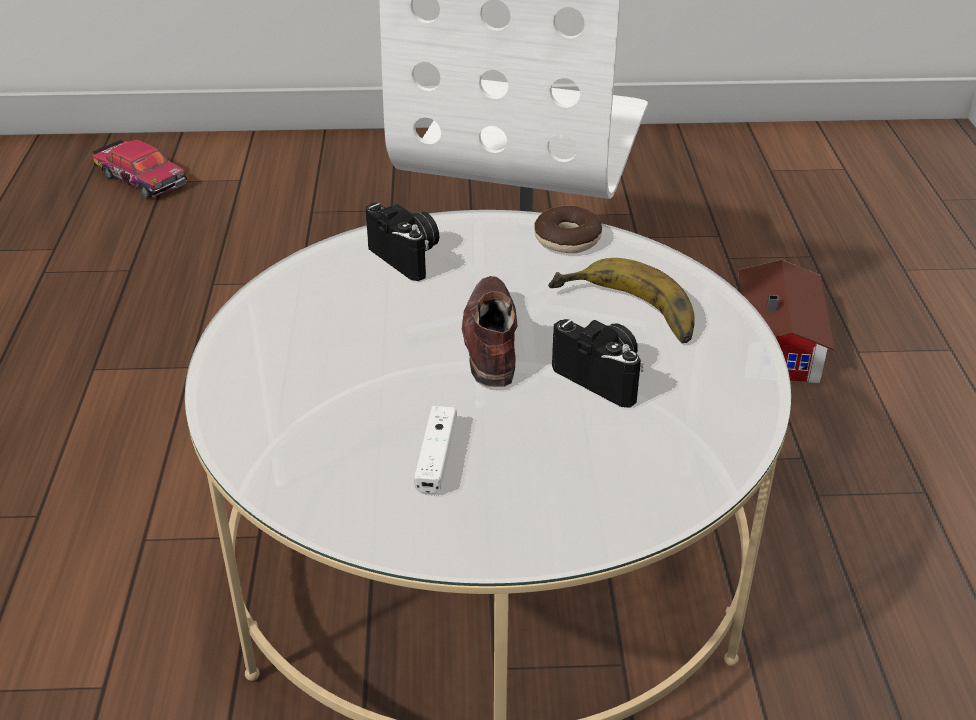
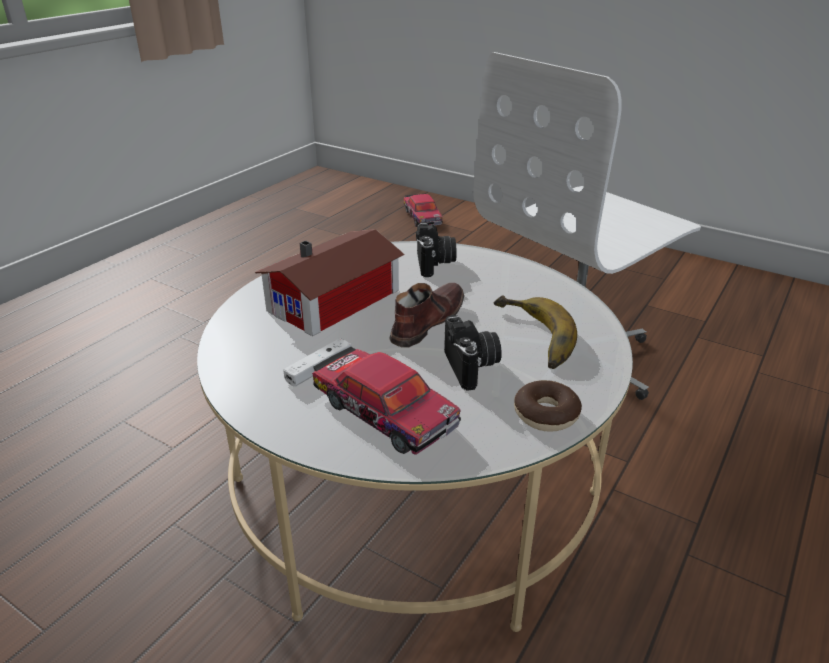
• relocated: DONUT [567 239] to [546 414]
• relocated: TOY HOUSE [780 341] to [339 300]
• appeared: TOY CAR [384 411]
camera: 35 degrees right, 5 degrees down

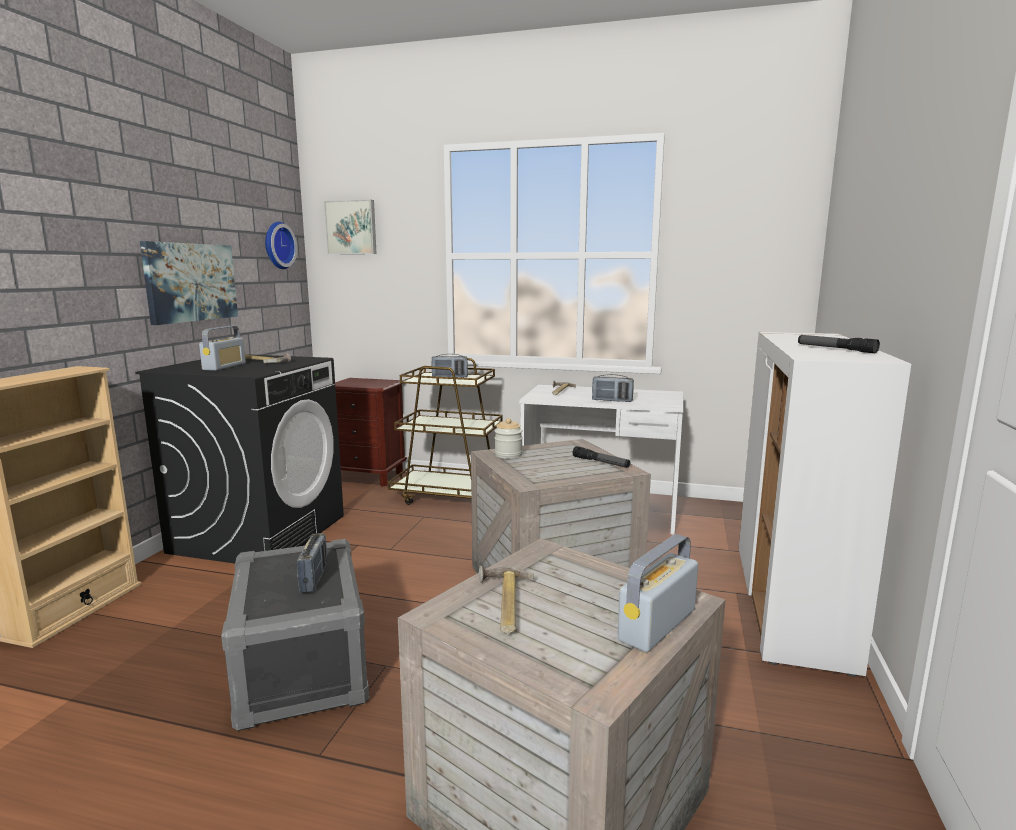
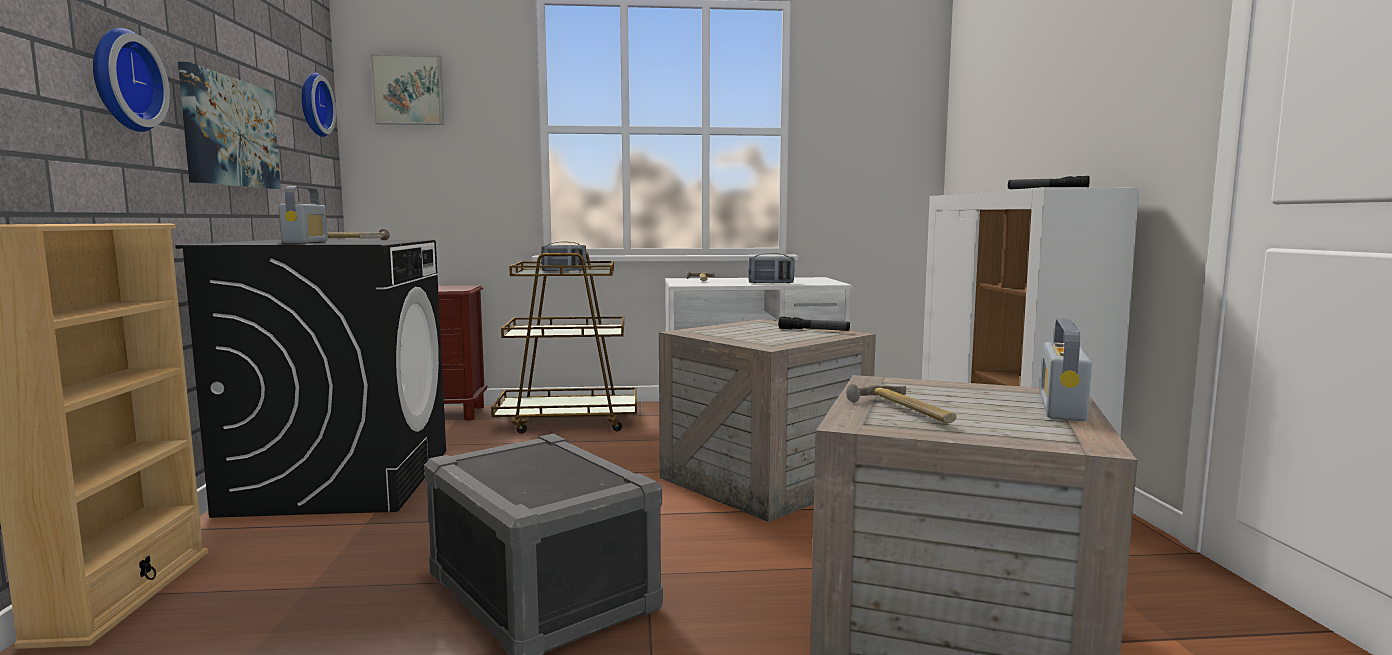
• missing: RADIO [314 578]
• missing: JAR [508 455]
• appeared: WALL CLOCK [122 80]
camera: 20 degrees left, 5 degrees down

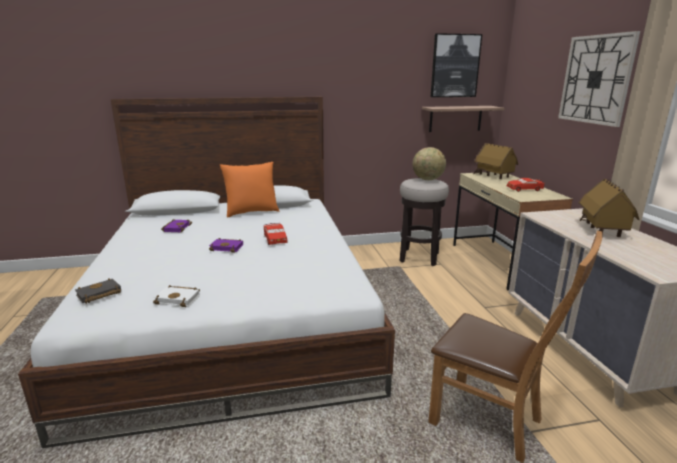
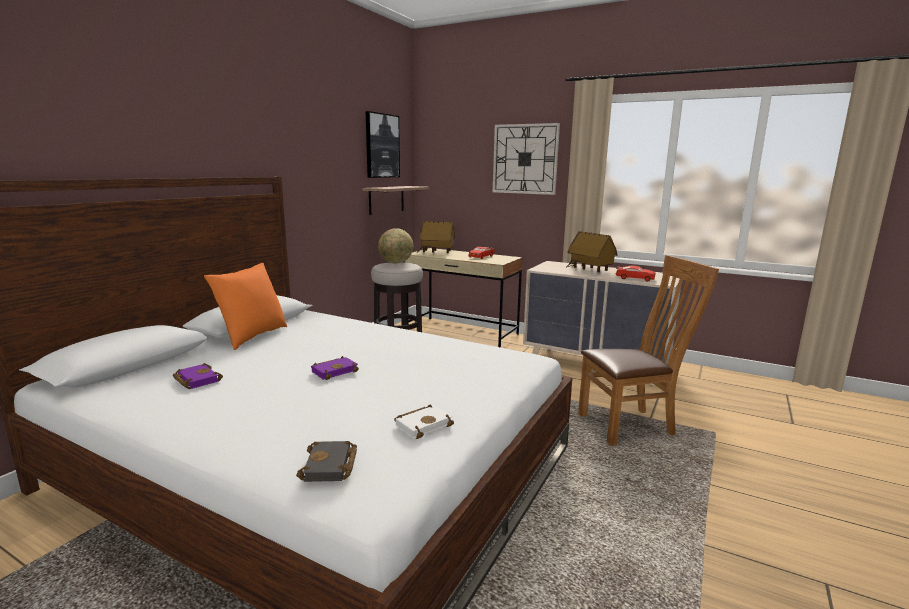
• relocated: RED TOY CAR [275 239] to [634 278]
camera: 50 degrees left, 5 degrees down

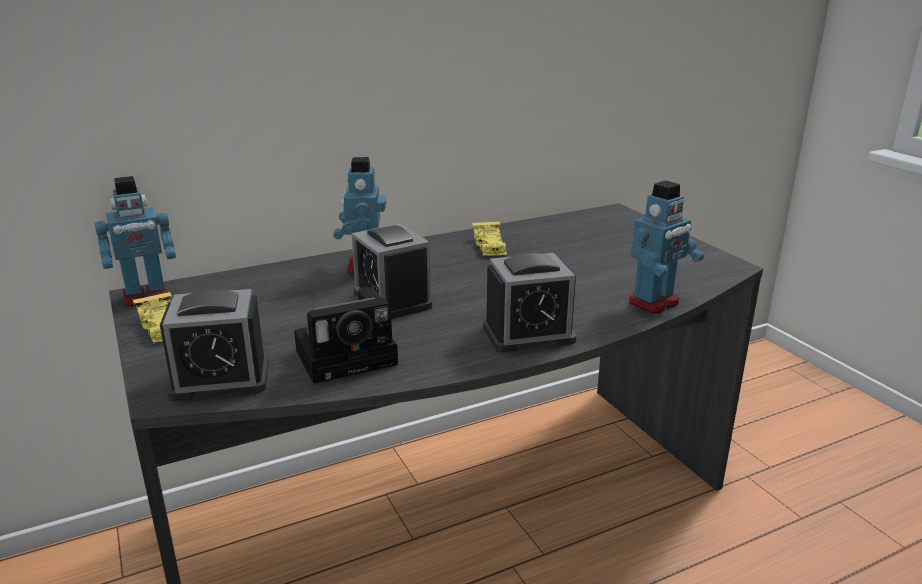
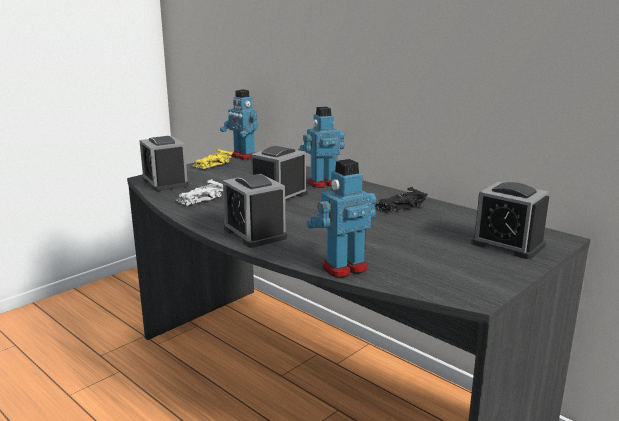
• exchanged: PHOTO CAMERA [350 356] to WHITE TOY CAR [200 199]
• colour: YELLOW TOY CAR [490 246] to BLACK TOY CAR [399 207]
• spun: TOY ROBOT [655 303] = [343 268] 120 degrees clockwise
• appeared: ALARM CLOCK [507 244]
camera: 70 degrees right, 5 degrees down

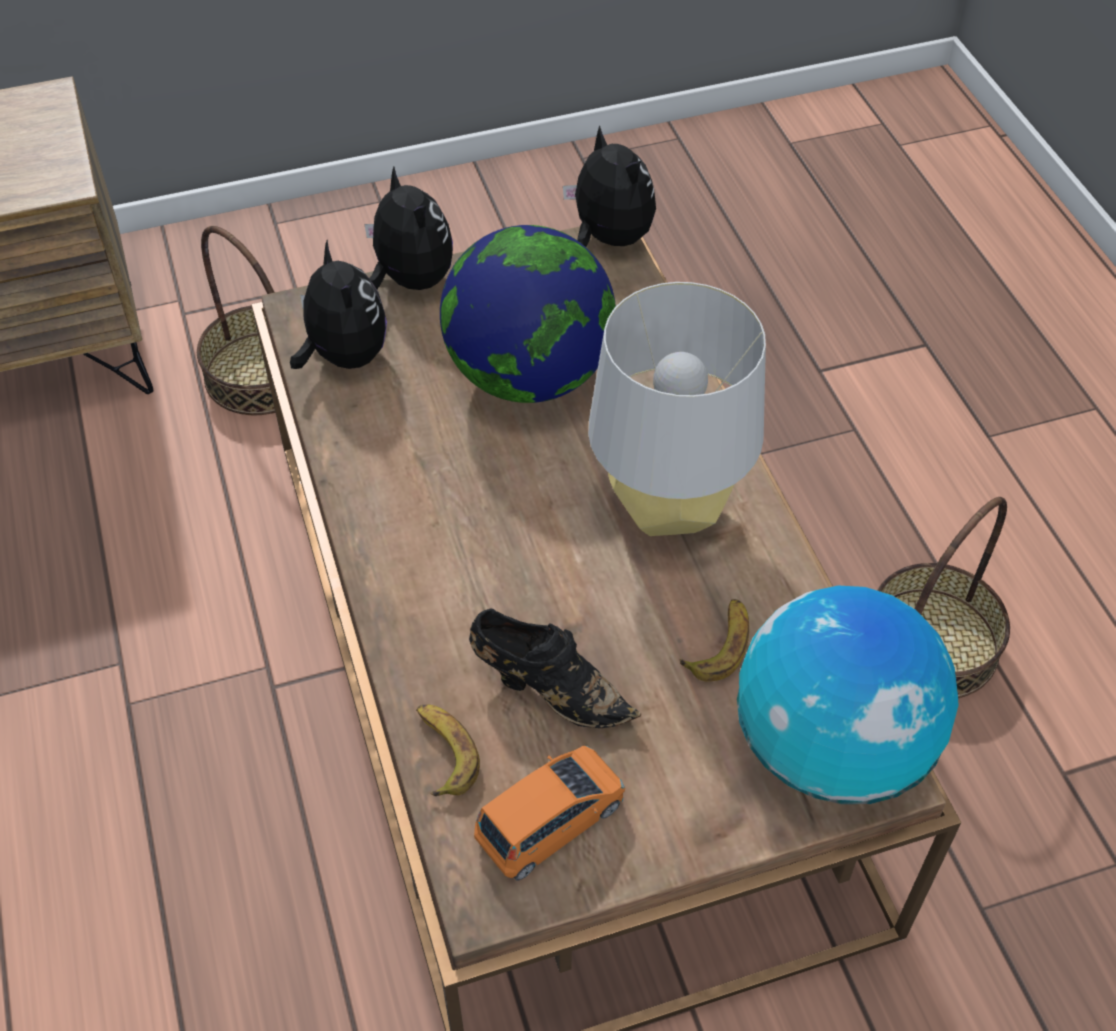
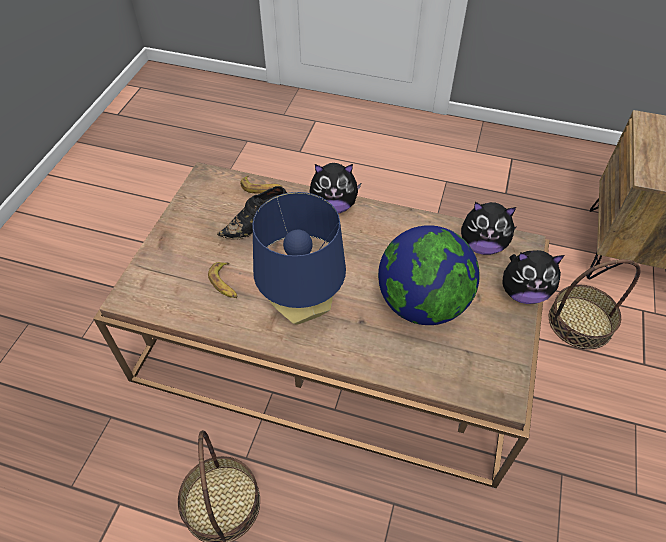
• missing: ORANGE TOY CAR [550 821]
• relocated: PLUSH TOY [608 238] to [333 206]
• colour: GREY TABLE LAMP [668 509] to BLUE TABLE LAMP [302 308]
• missing: GLOBE [831 747]
camera: 125 degrees right, 0 degrees up

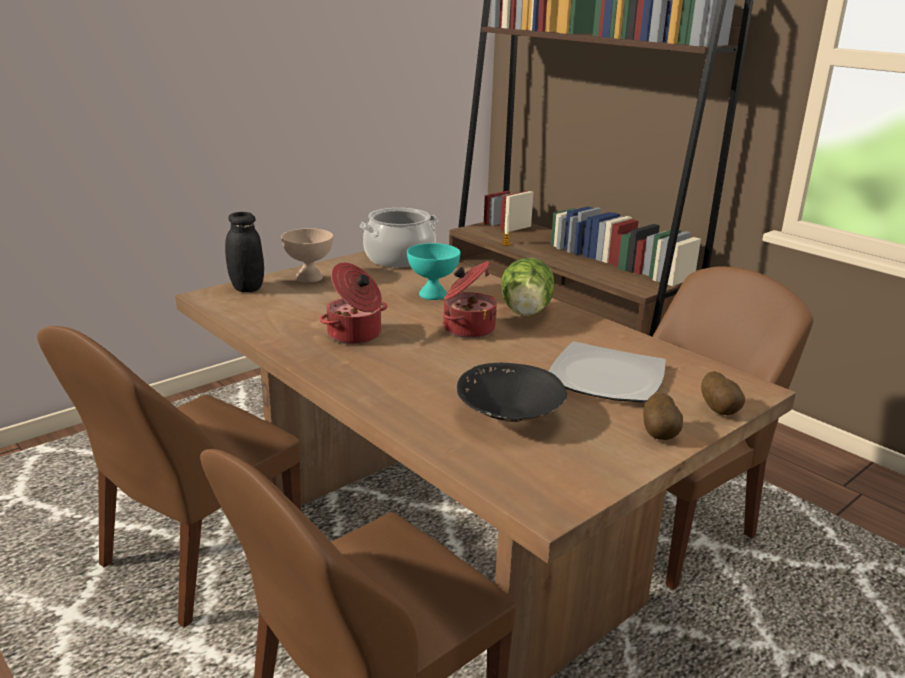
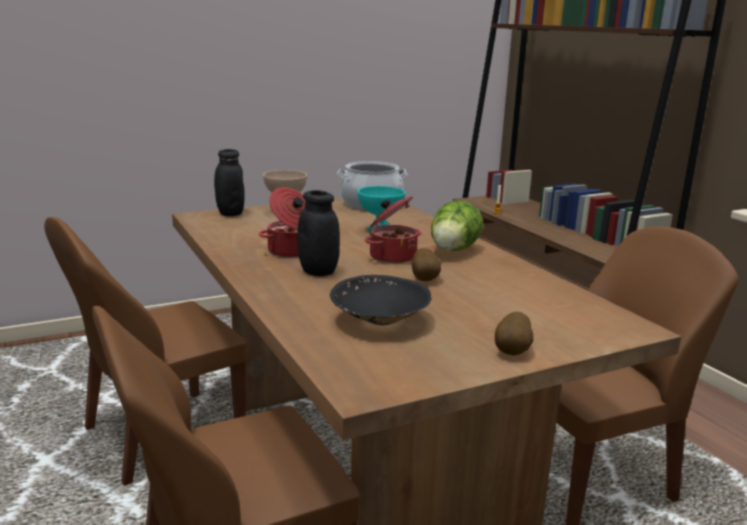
• missing: PLATE [605 378]
• relocated: POTATO [720 410] to [425 279]
• appeared: BLACK JAR [318 272]
camera: 15 degrees right, 5 degrees down

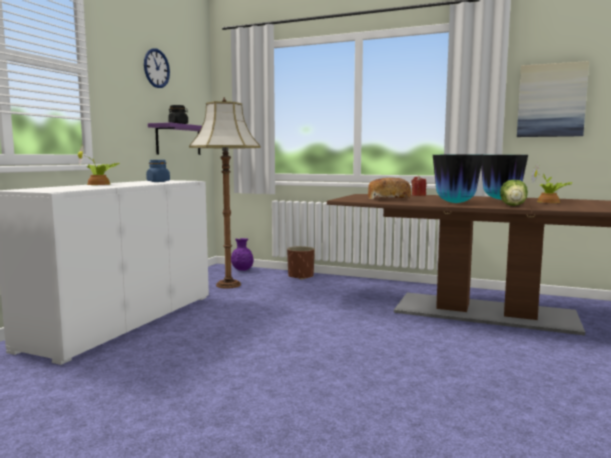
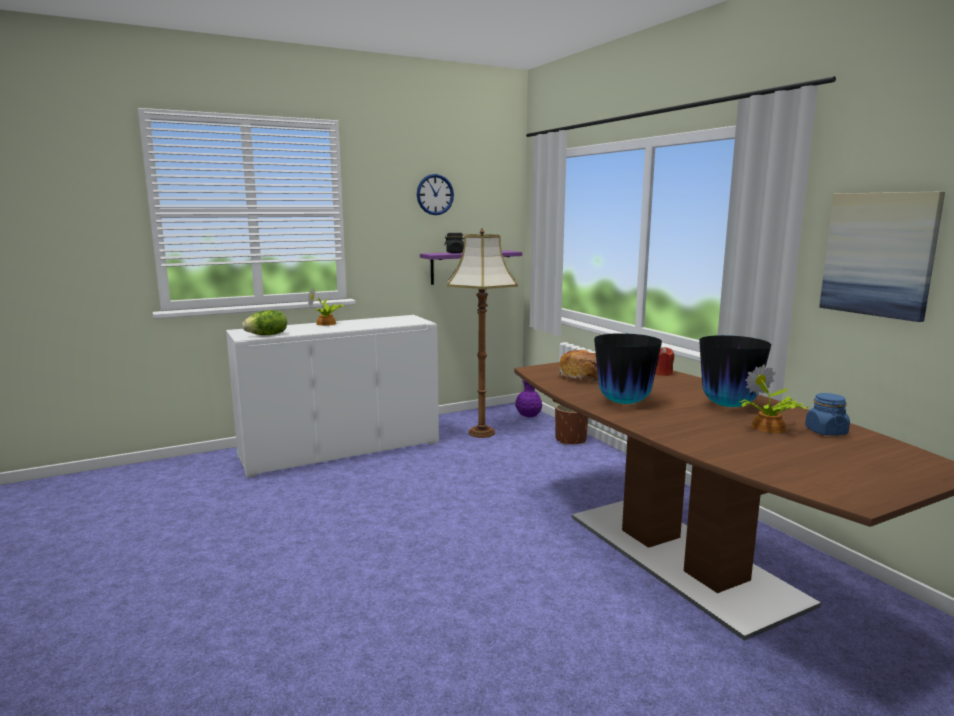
• relocated: BLUE JAR [158 181] to [825 431]
• relocated: LETTUCE [513 206] to [267 335]
camera: 40 degrees right, 5 degrees up

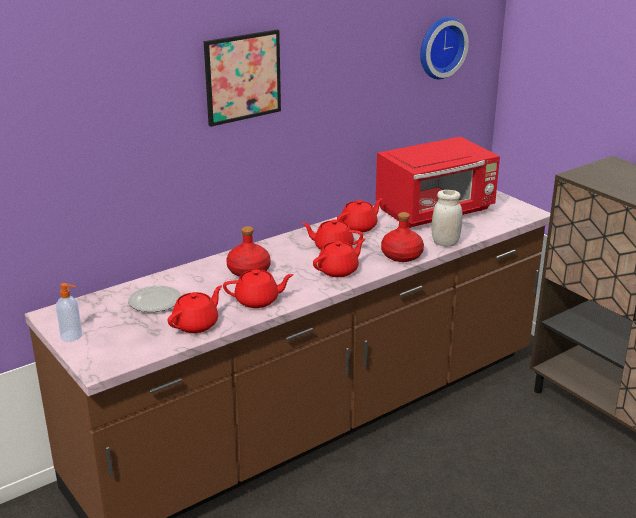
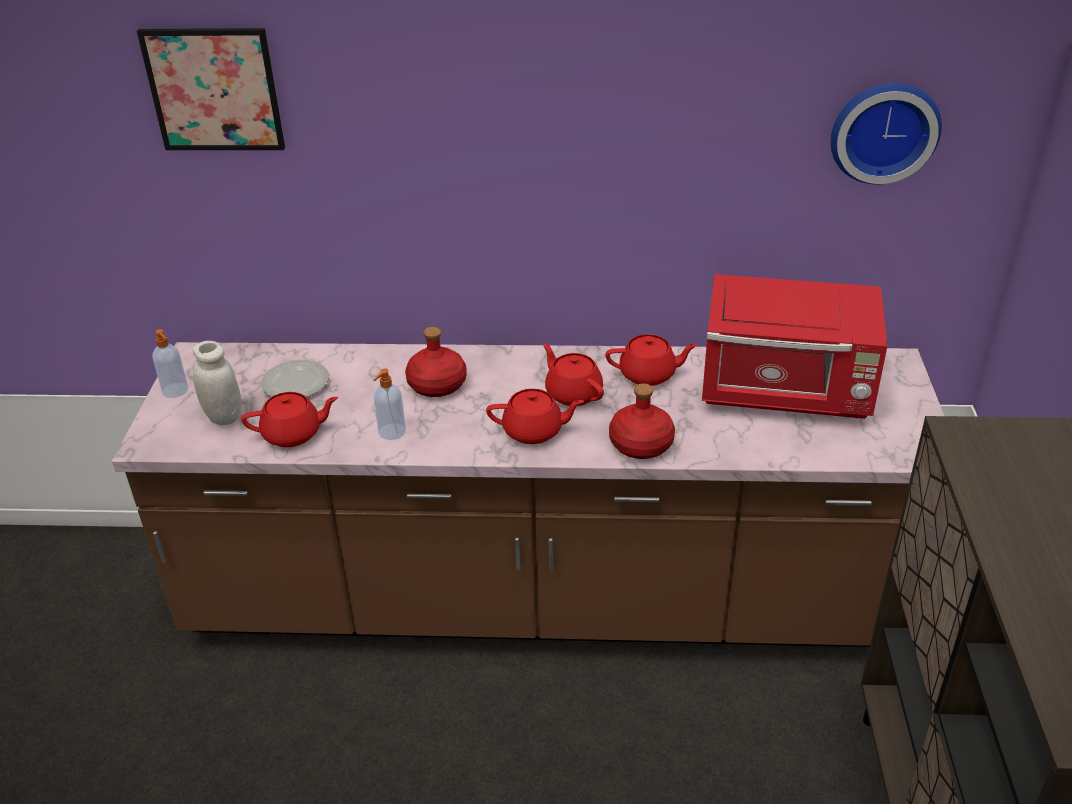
• relocated: PICTURE [242 77] to [214 90]
• exchanged: RED TEAPOT [258 301] to SOAP DISPENSER [391 432]
• relocated: WHITE JAR [445 243] to [224 416]
camera: 40 degrees right, 10 degrees up

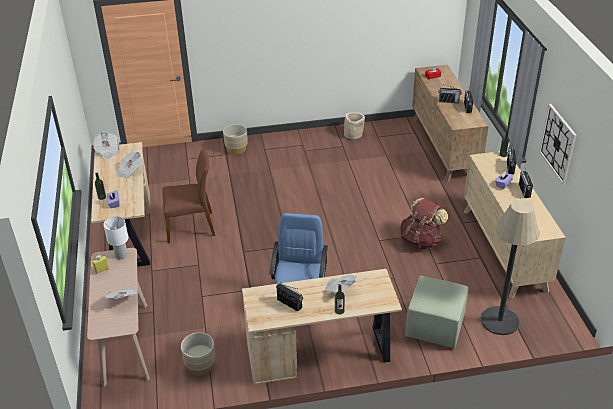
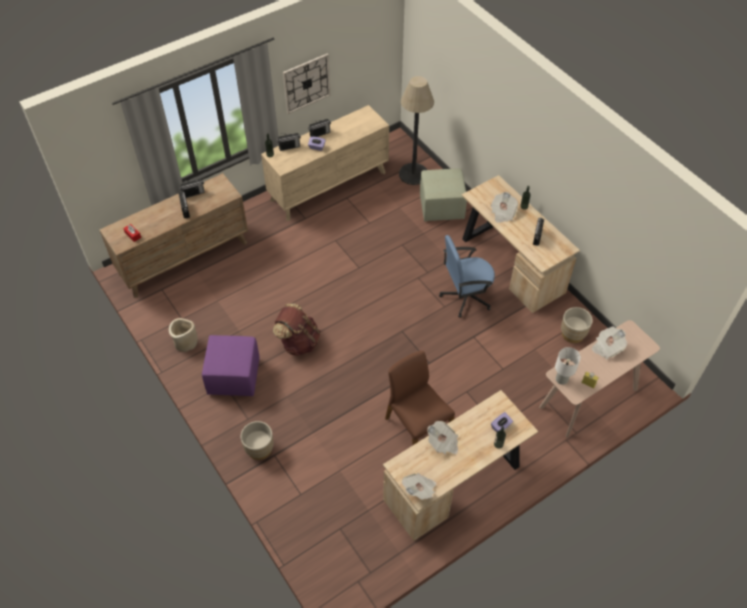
• relocated: BROWN BACKPACK [420 241] to [299 342]
• appeared: PURPLE OTTOMAN [234 377]
camera: 115 degrees left, 15 degrees up

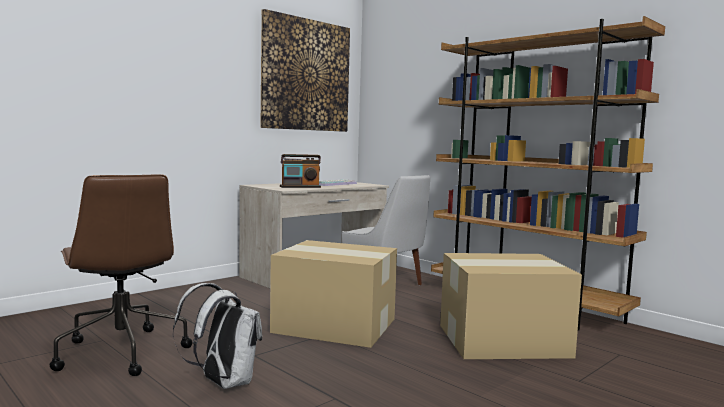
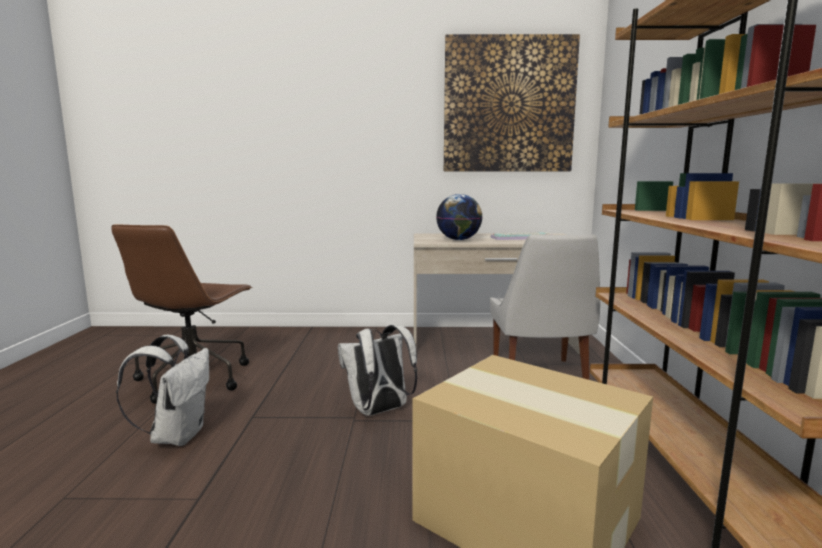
• exchanged: CARDBOARD BOX [336 326] to WHITE BACKPACK [379 411]
• exchanged: RADIO [300 187] to GLOBE [459 240]
camera: 45 degrees right, 5 degrees up

